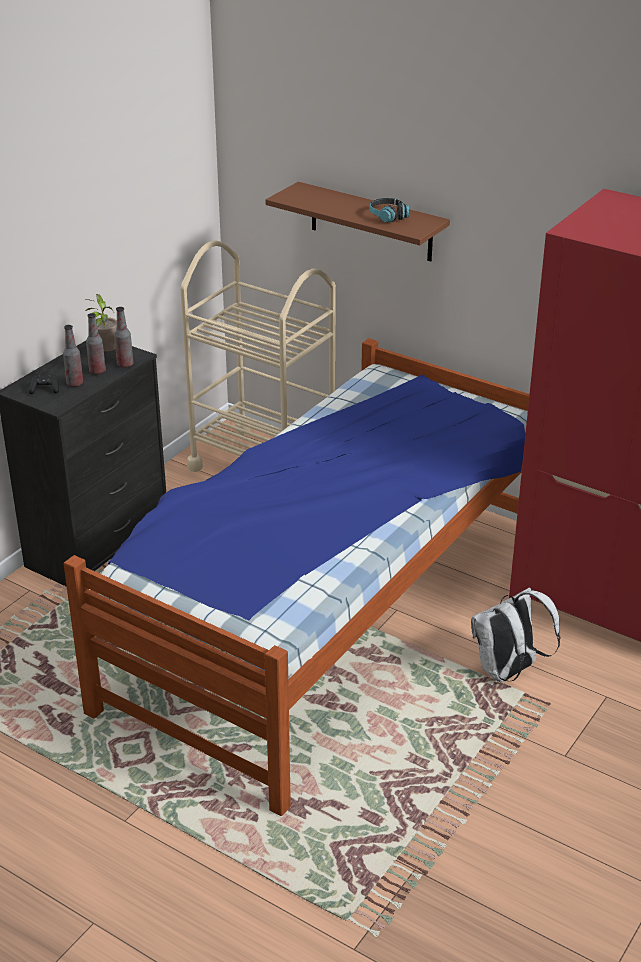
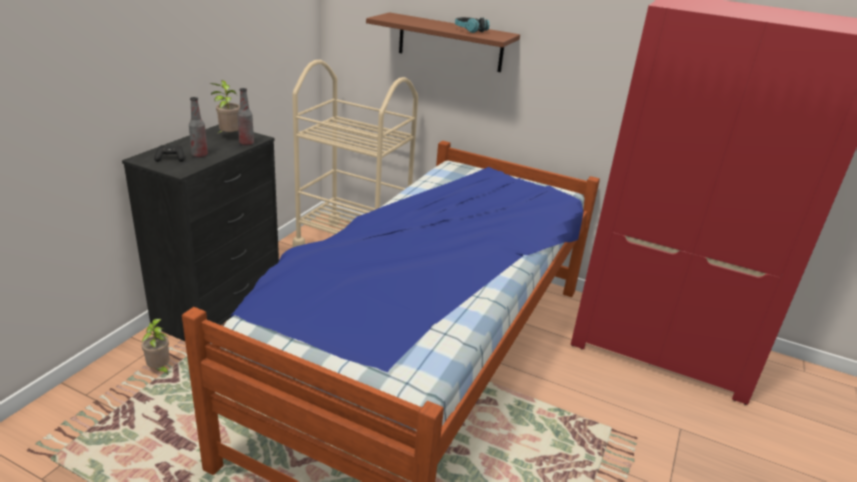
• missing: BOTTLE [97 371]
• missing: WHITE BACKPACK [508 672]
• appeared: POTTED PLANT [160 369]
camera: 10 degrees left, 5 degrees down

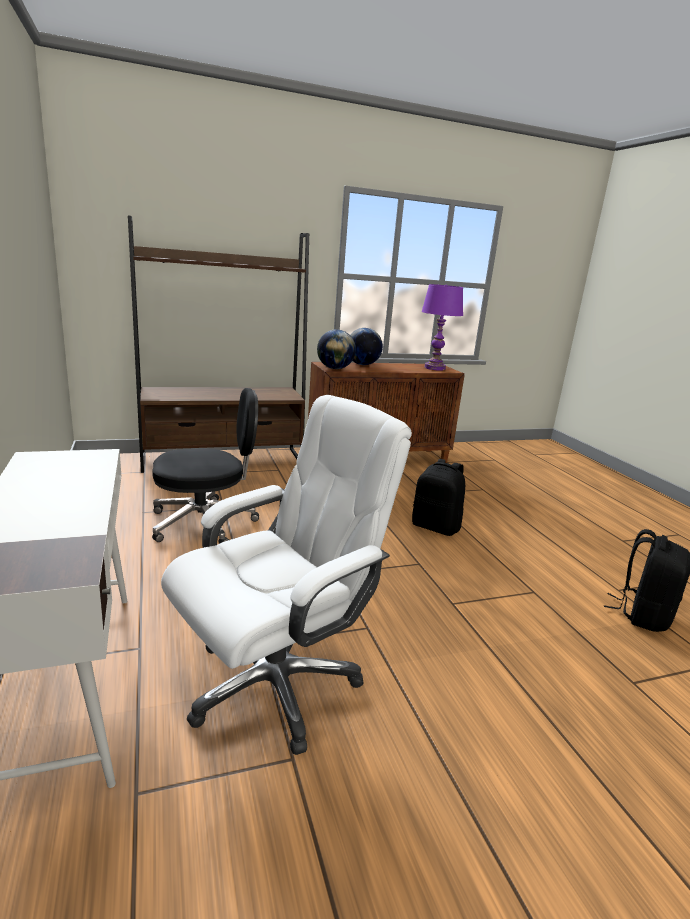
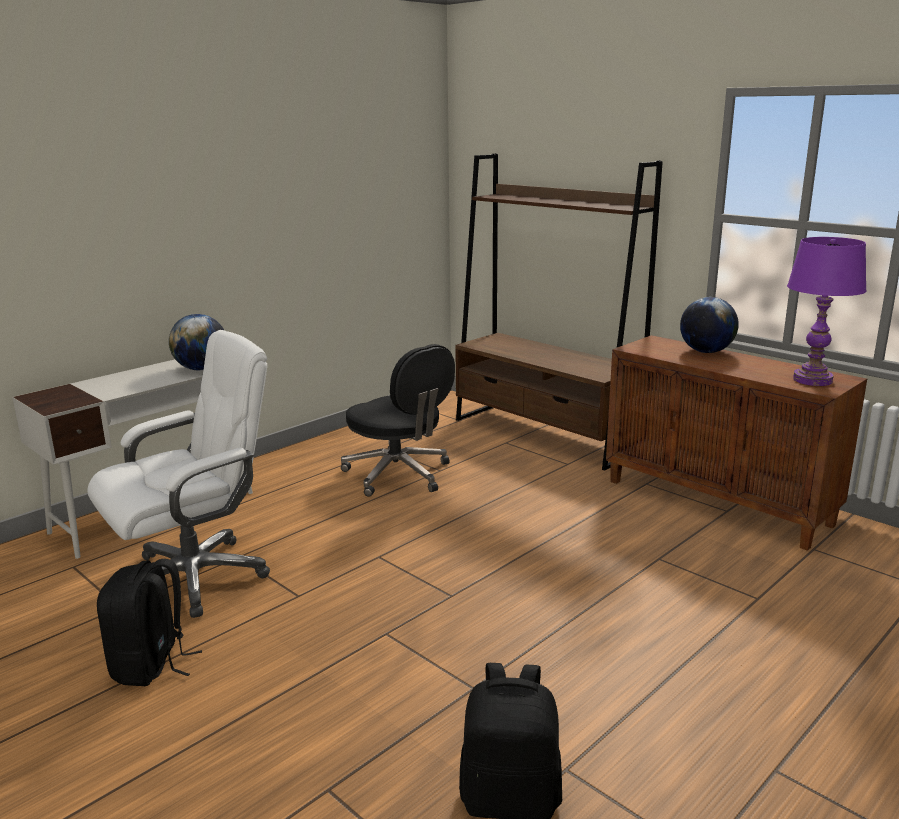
• spun: WHITE OFFICE CHAIR [275 682] = [195 577] 60 degrees counterclockwise
• relocated: GLOBE [335 368] to [201 369]
• relocated: BLACK BACKPACK [436 527] to [151 665]
camera: 65 degrees right, 0 degrees up

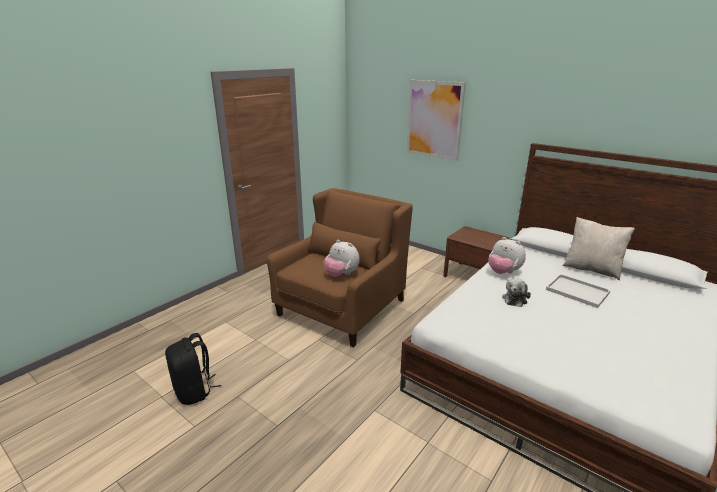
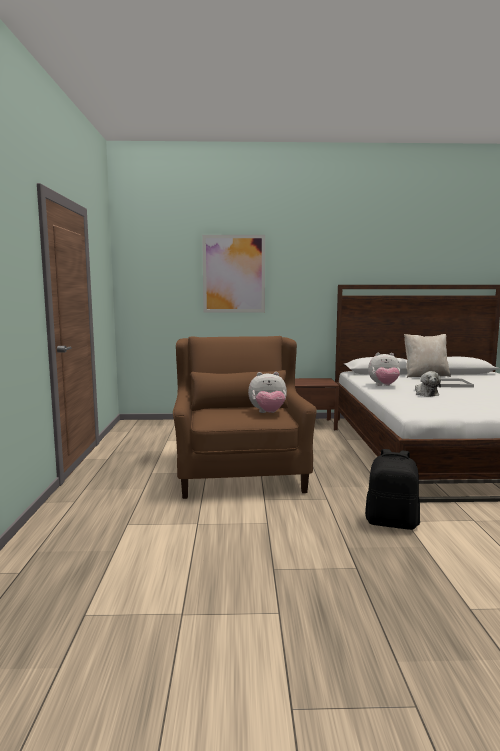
• relocated: BLACK BACKPACK [194 391] to [392 522]
camera: 40 degrees left, 15 degrees down

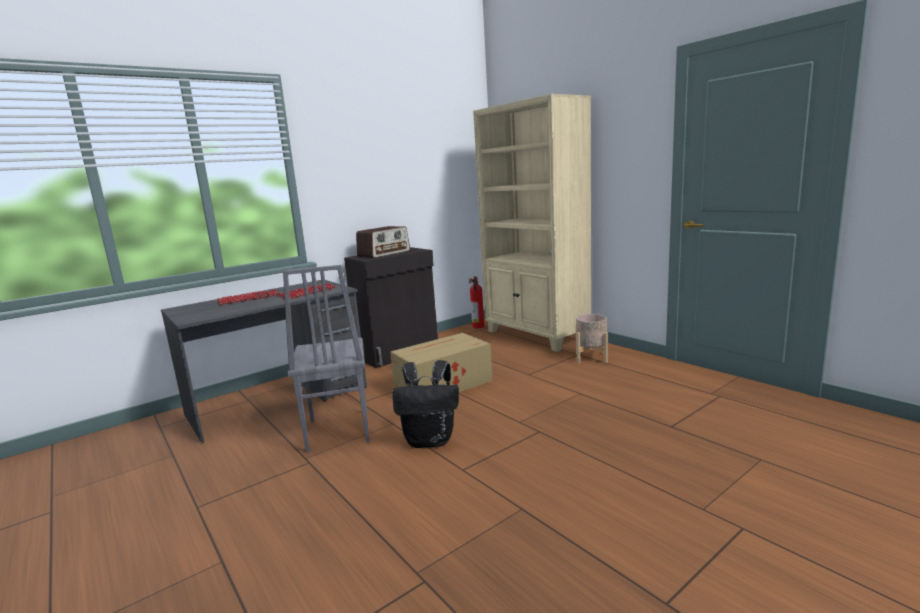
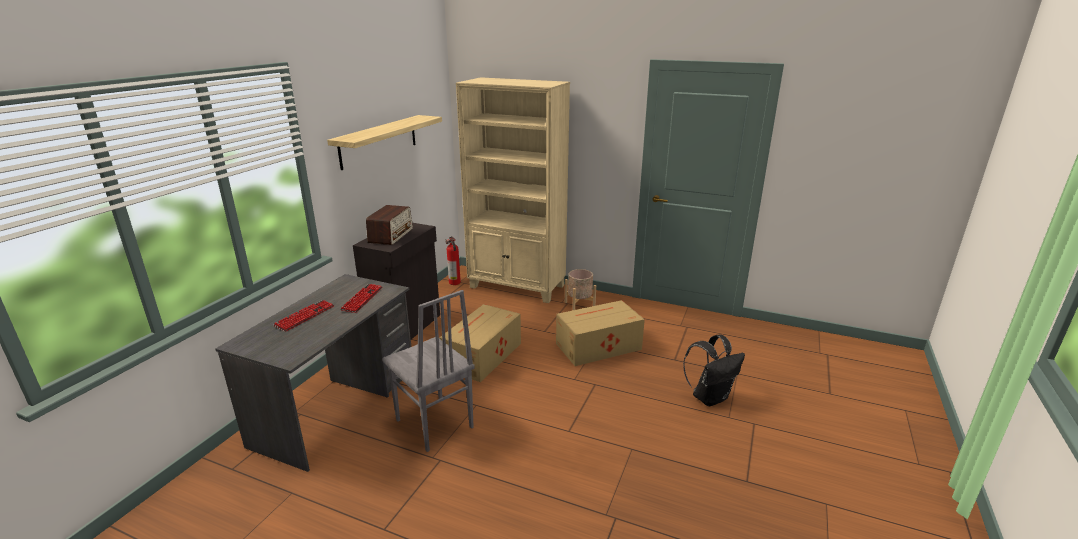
• relocated: BLACK BACKPACK [430 440] to [710 397]
• appeared: SHELF [379 141]
• appeared: CARDBOARD BOX [597 346]
camera: 30 degrees left, 10 degrees up

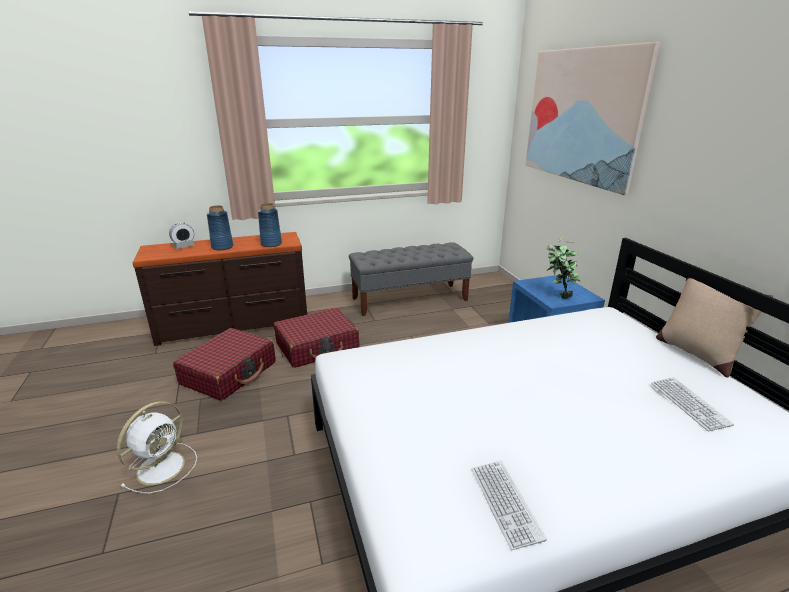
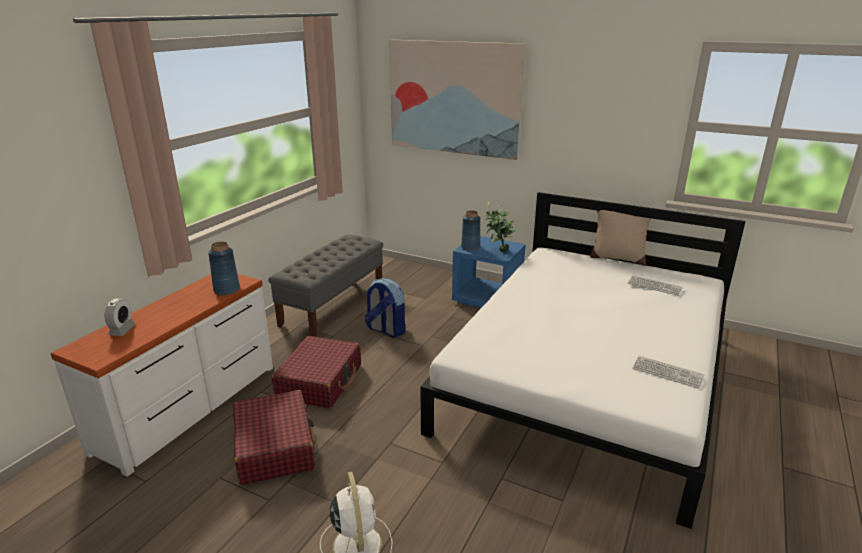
• colour: BROWN DRESSER [234 324] to WHITE DRESSER [190 407]
• relocated: BLUE VASE [222 247] to [470 247]
• appeared: BACKPACK [385 330]
camera: 45 degrees left, 0 degrees up

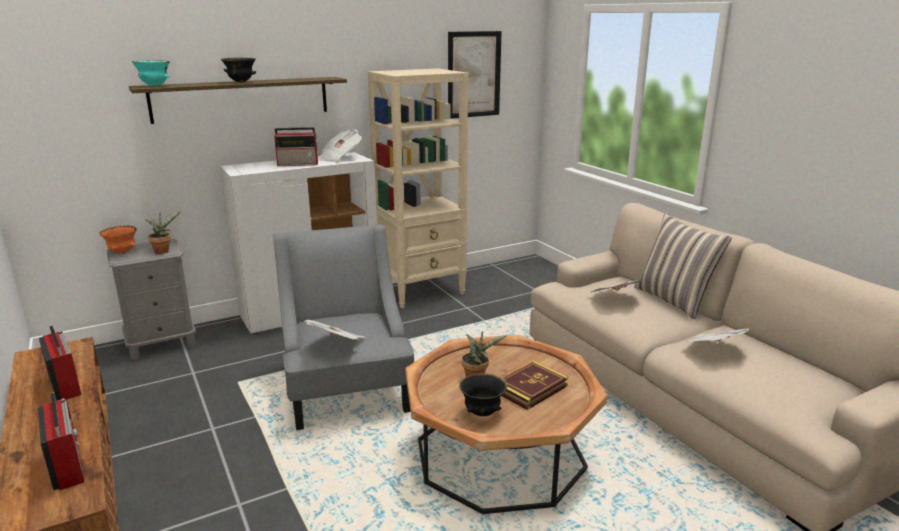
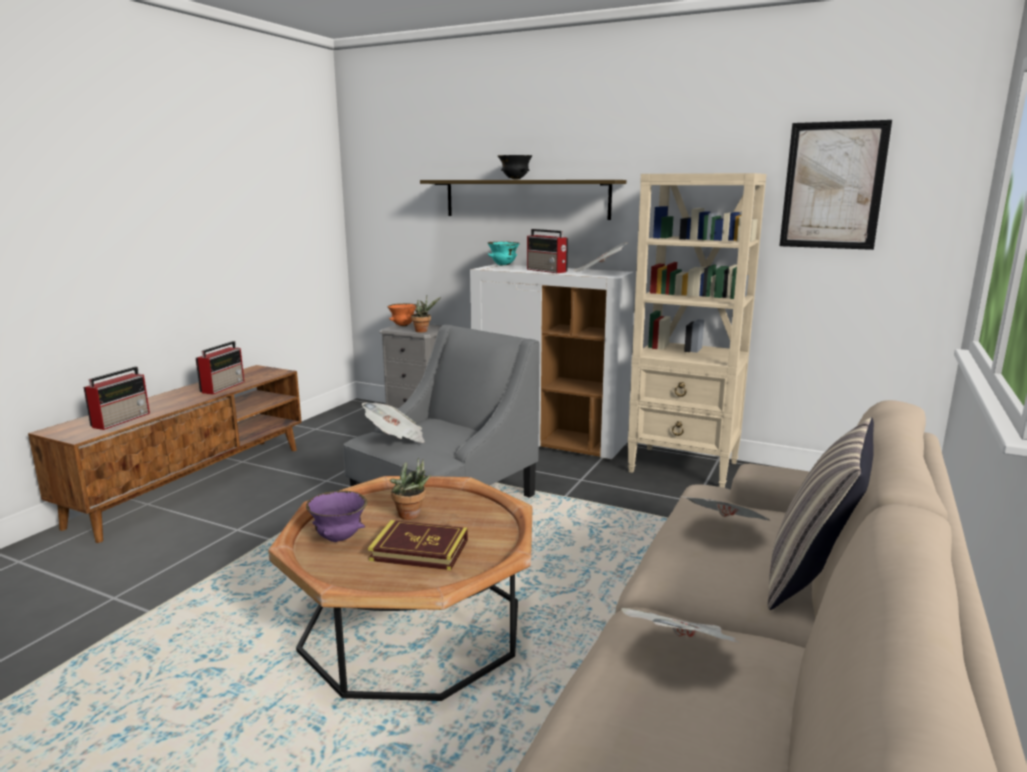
• relocated: TURQUOISE BOWL [154 86] to [503 265]
• colour: BLACK BOWL [482 413] to PURPLE BOWL [339 539]
camera: 55 degrees right, 5 degrees down

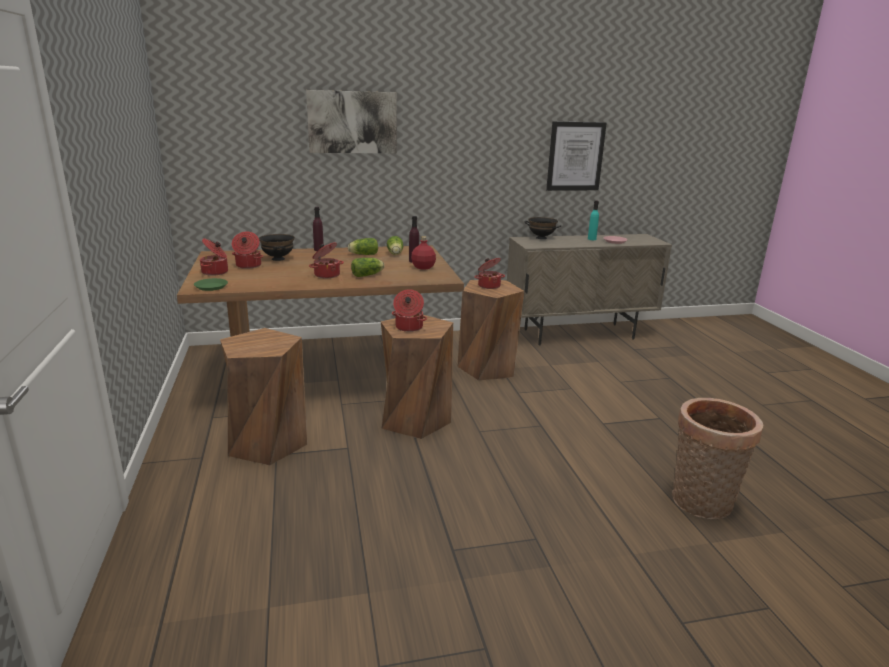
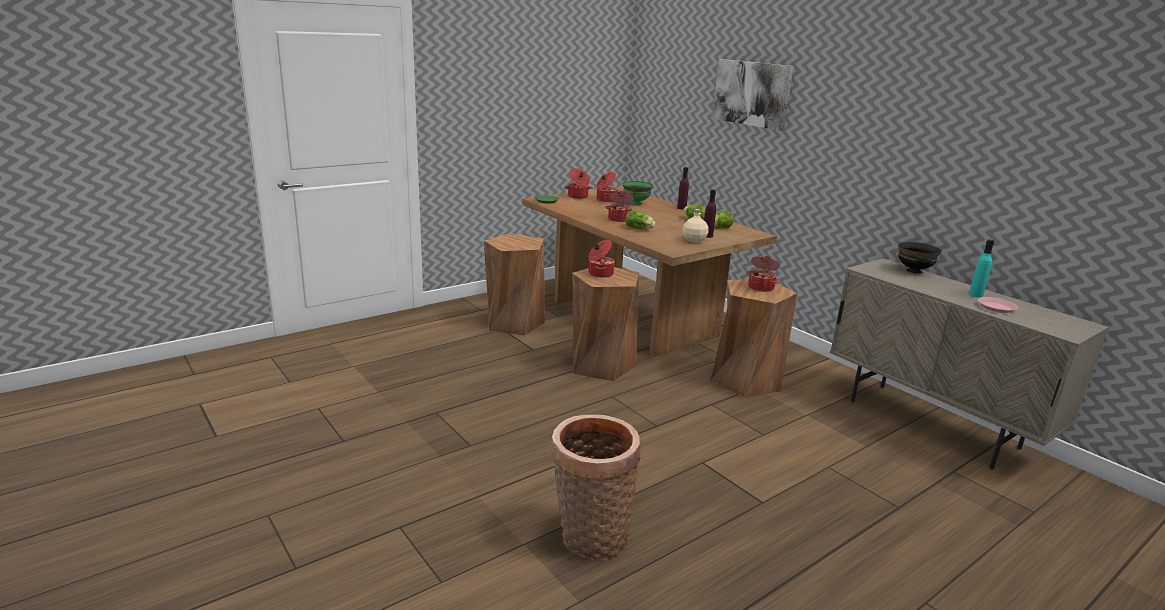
• colour: BLACK BOWL [277 259] to GREEN BOWL [636 203]
• colour: RED BOTTLE [423 267] to BEIGE BOTTLE [694 241]
• missing: PICTURE [575 156]
camera: 65 degrees right, 0 degrees up

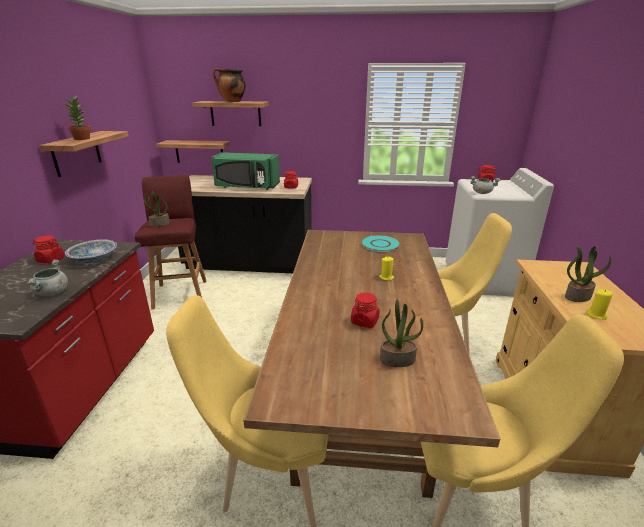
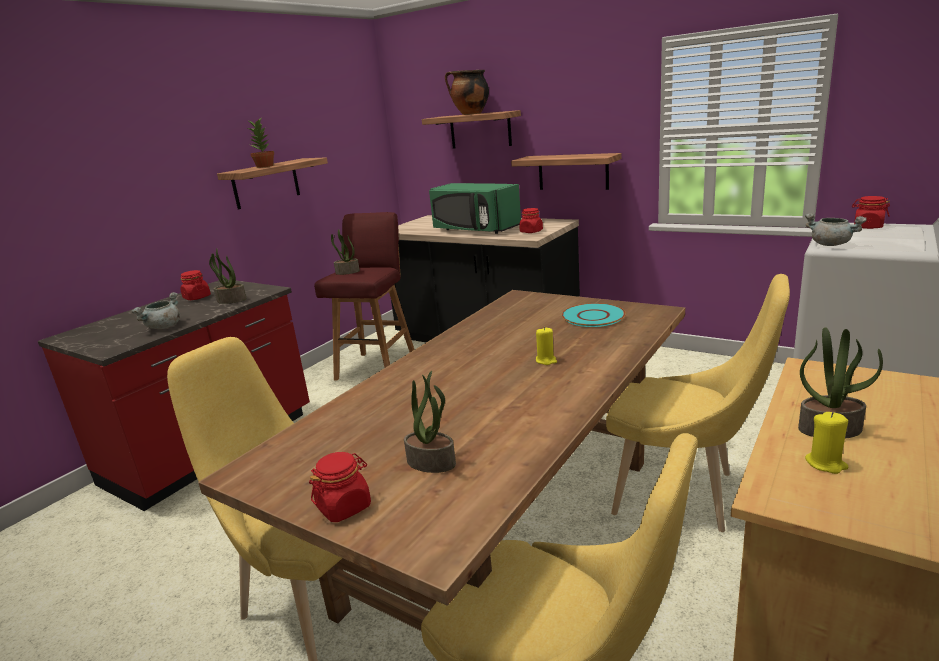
• exchanged: BOWL [94 259] to POTTED PLANT [231 300]
• relocated: SHELF [199 151] to [573 172]
• relocated: RED JAR [364 321] to [344 507]
camera: 30 degrees right, 5 degrees down

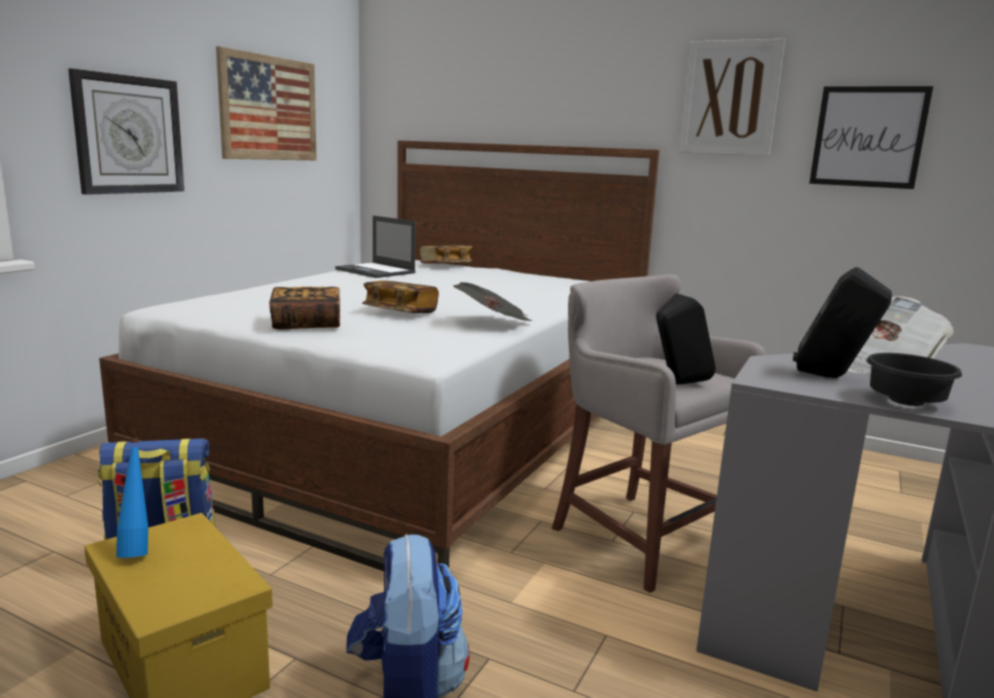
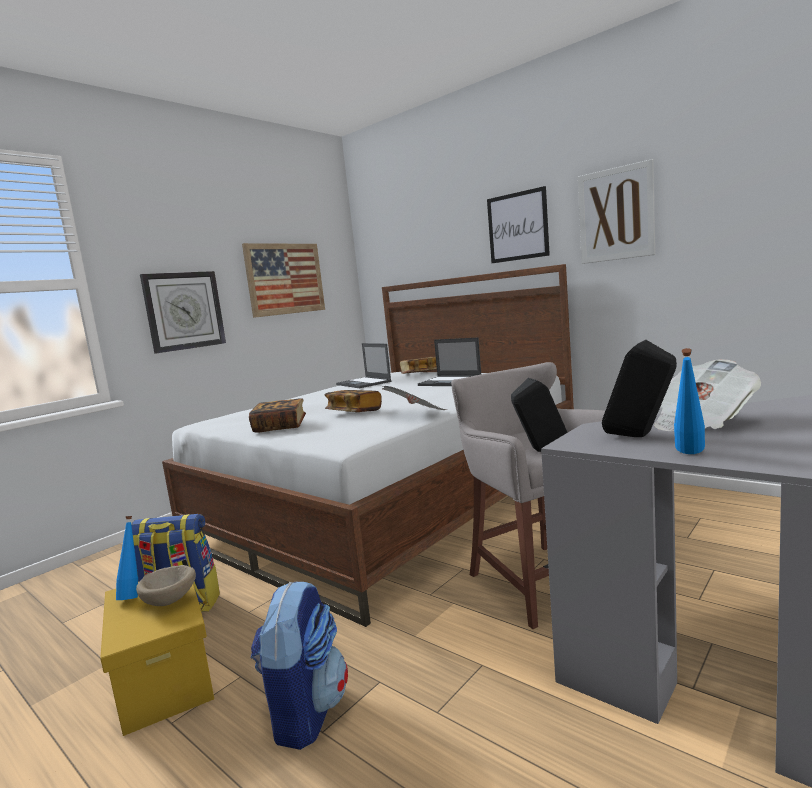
• relocated: PICTURE [868 137] to [517 226]
• exchanged: BLACK BOWL [905 403] to BLUE BOTTLE [689 455]
• appeared: BEIGE BOWL [171 600]
• appeared: LAPTOP [450 382]
camera: 15 degrees right, 5 degrees down

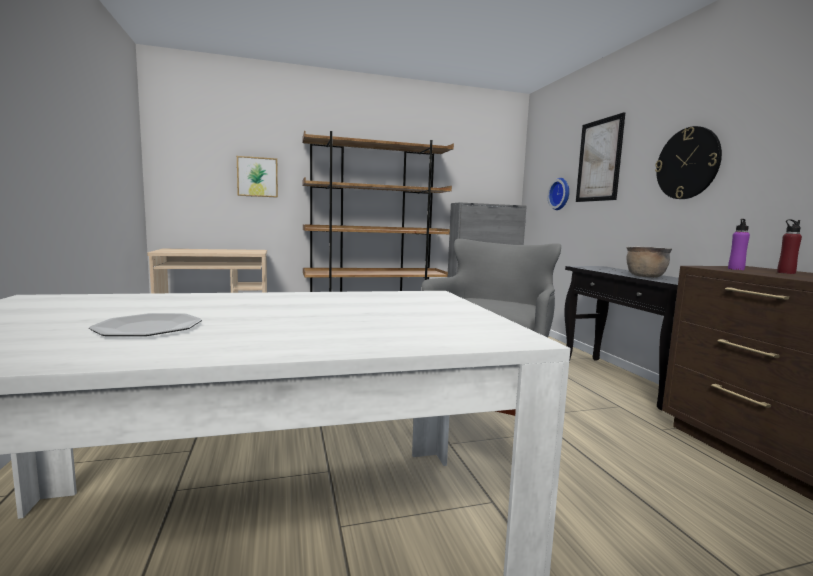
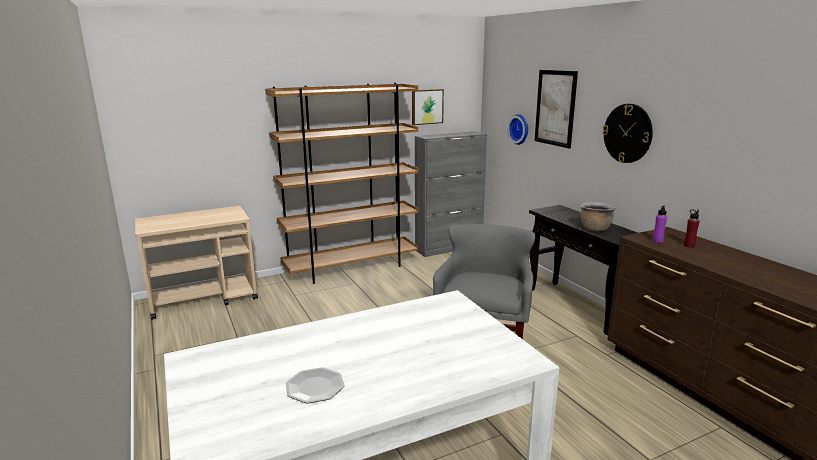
• relocated: PICTURE [257 177] to [426 106]
camera: 10 degrees left, 10 degrees up

